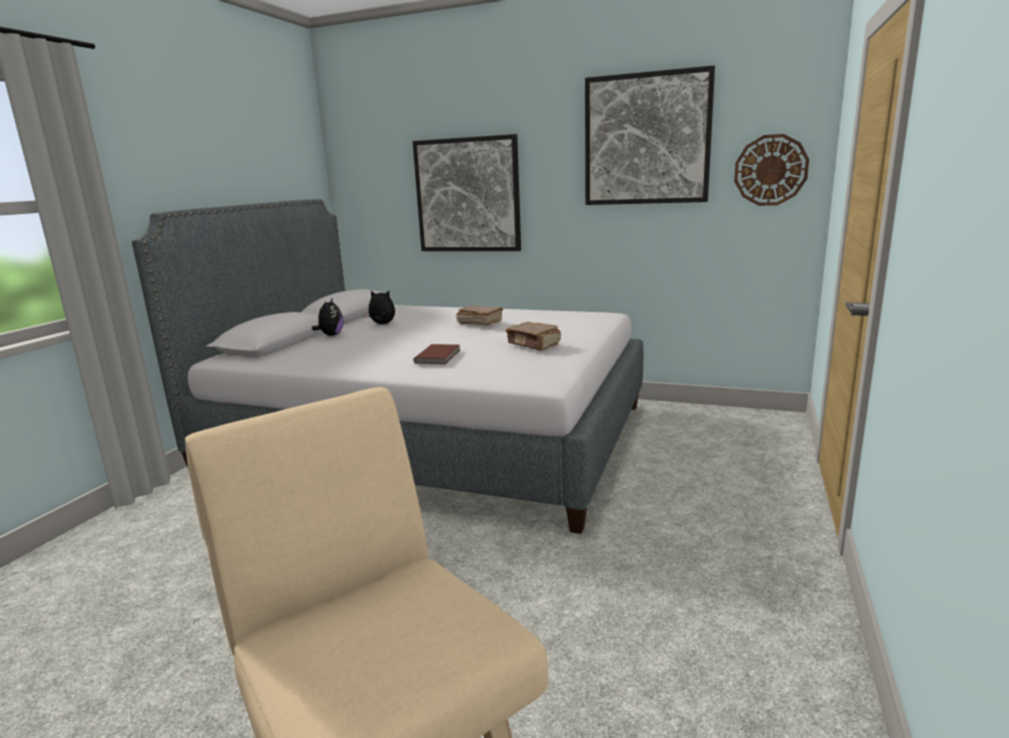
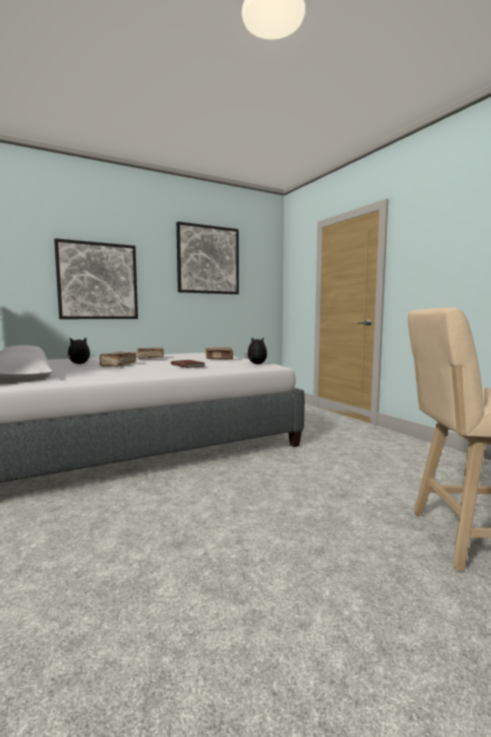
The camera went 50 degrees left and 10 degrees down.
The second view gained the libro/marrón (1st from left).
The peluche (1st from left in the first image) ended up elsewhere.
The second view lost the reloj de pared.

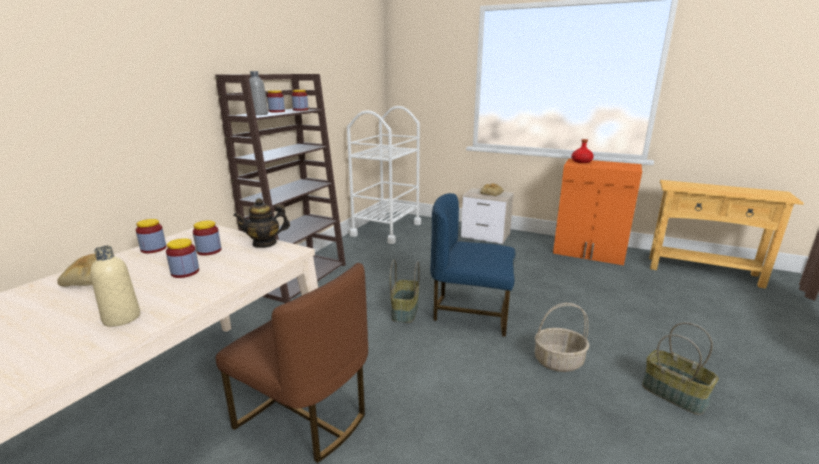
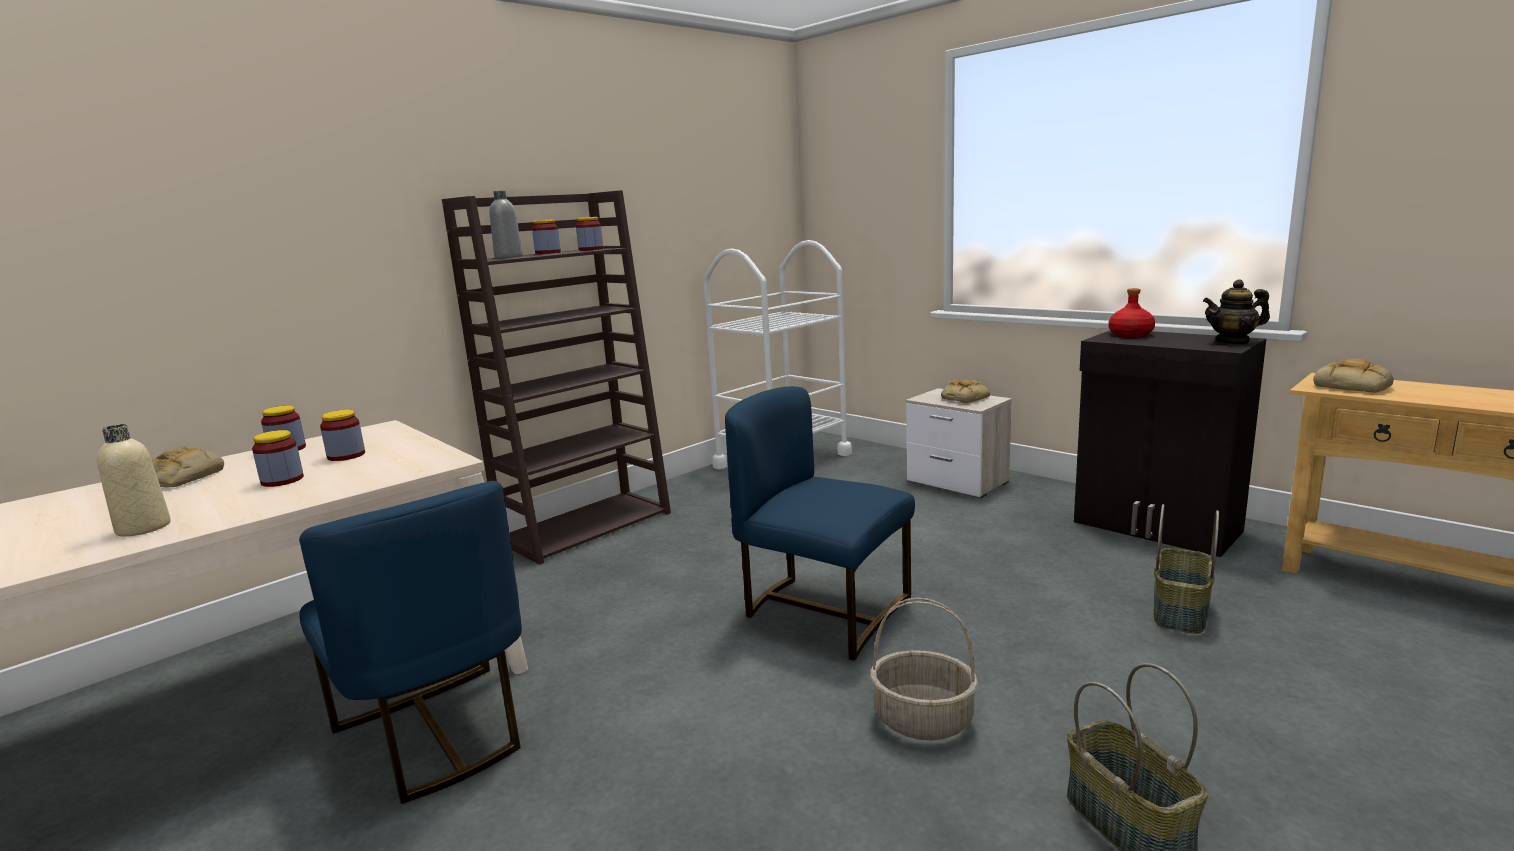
The camera went 20 degrees right and 5 degrees down.
What was the silla/marrón turned into the silla/azul (1st from left).
What was the armario/naranja turned into the armario/negro.
The cesta (1st from left in the first image) ended up elsewhere.
The tetera ended up elsewhere.
The second view gained the pan (3rd from left).

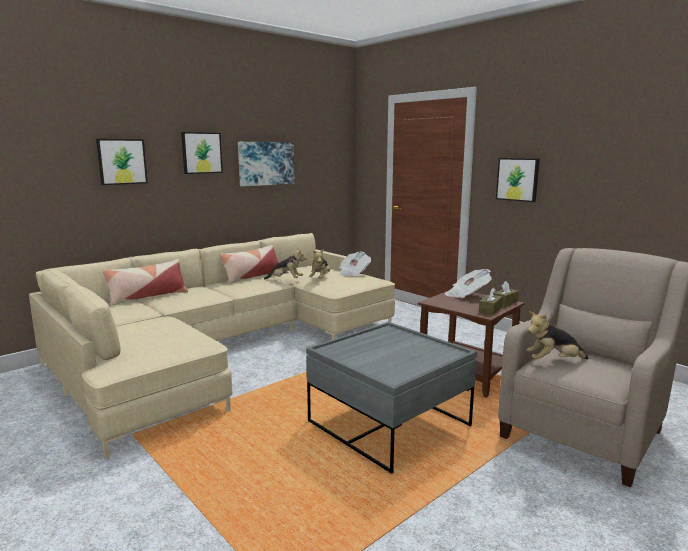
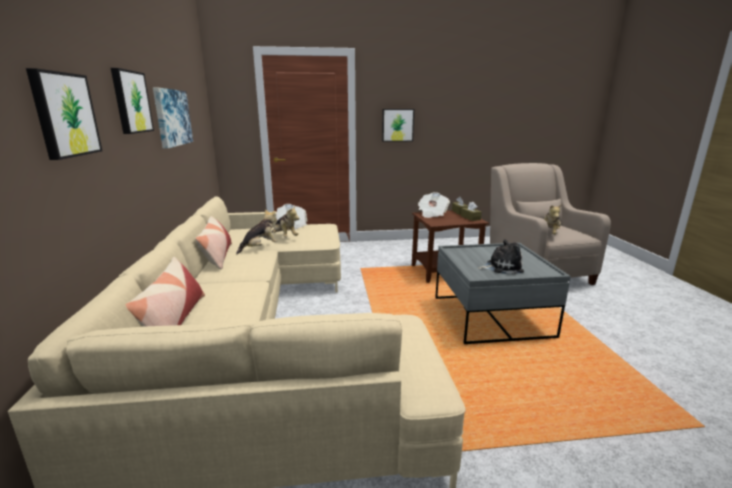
The camera went 55 degrees left and 5 degrees up.
The second view gained the peluche (3rd from left).

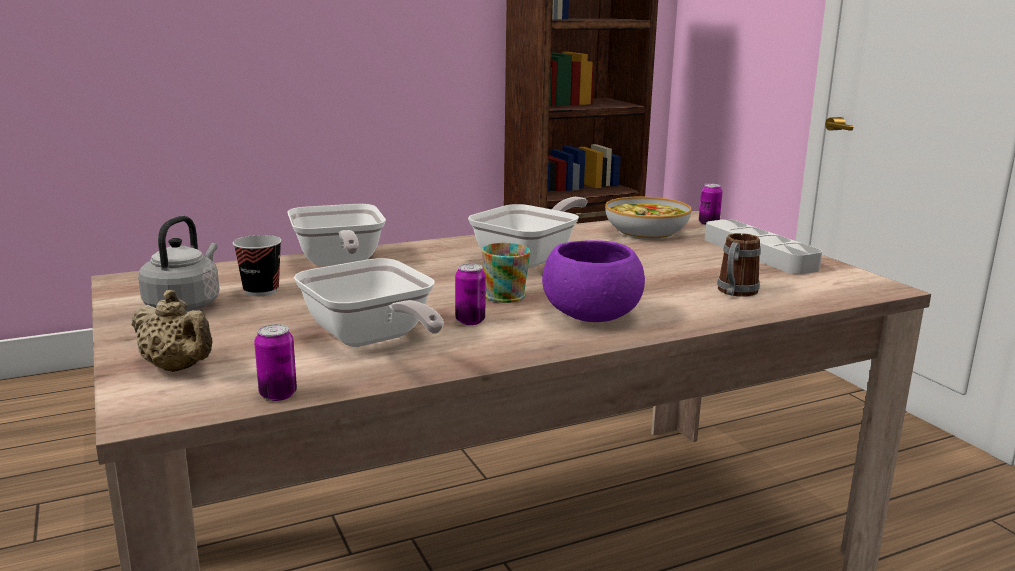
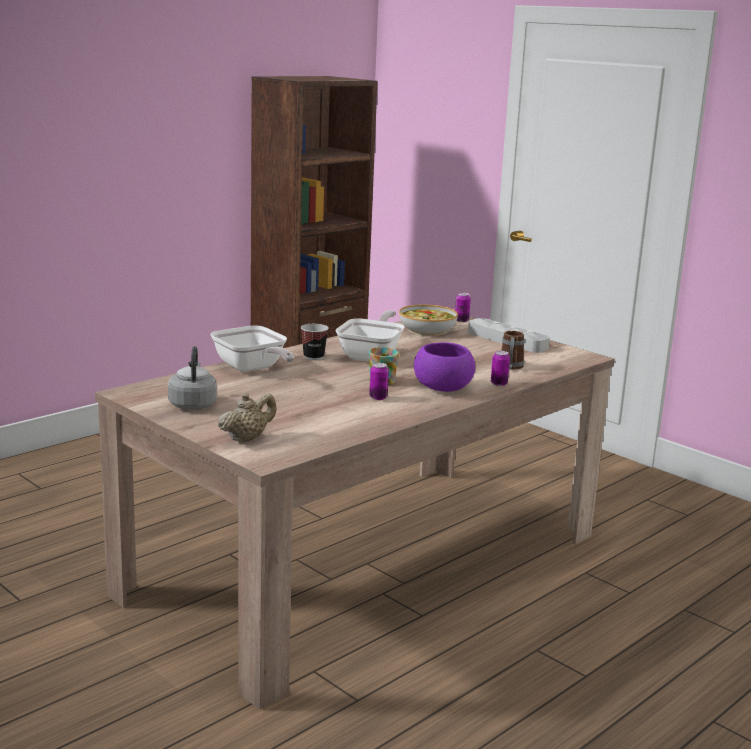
The camera went 20 degrees left and 0 degrees up.
The tetera/beis ended up facing another way, 60 degrees counterclockwise from before.
The taza ended up elsewhere.
The lata (1st from left in the first image) ended up elsewhere.
The second view lost the sartén (2nd from left).

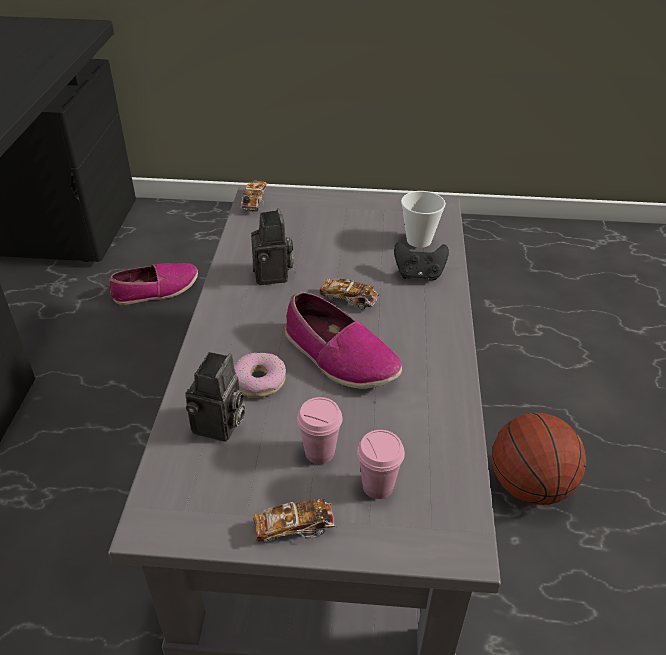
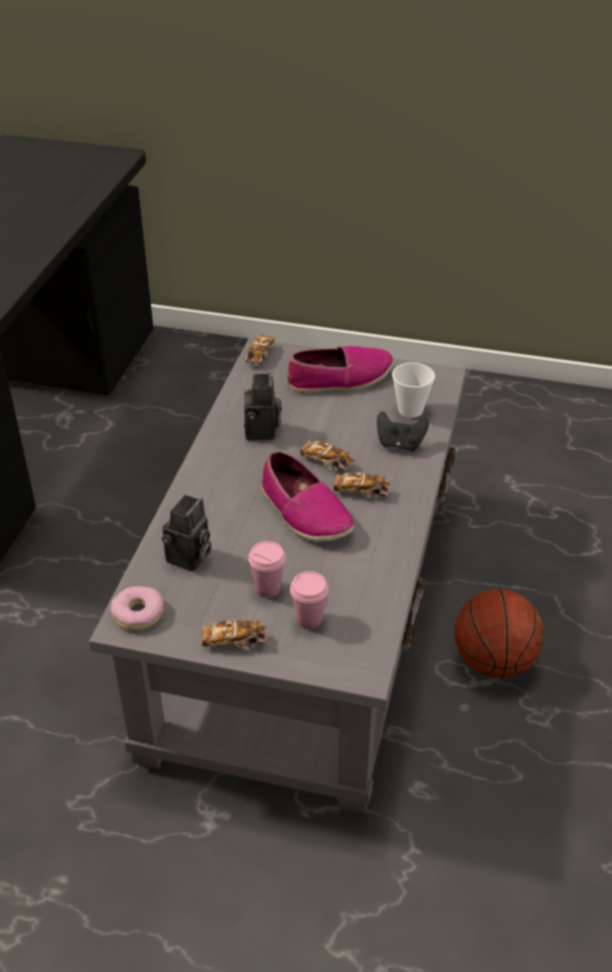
The camera went 10 degrees right and 0 degrees up.
The rosquilla ended up elsewhere.
The zapato (1st from left in the first image) ended up elsewhere.
The second view gained the coche de juguete (4th from left).

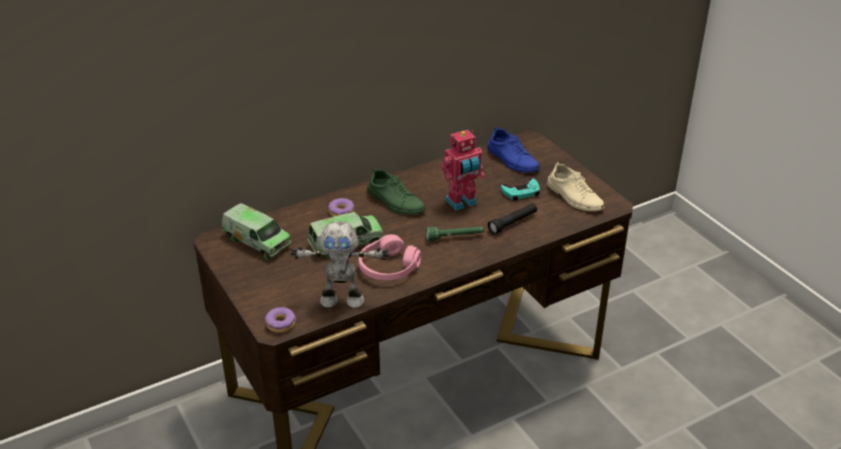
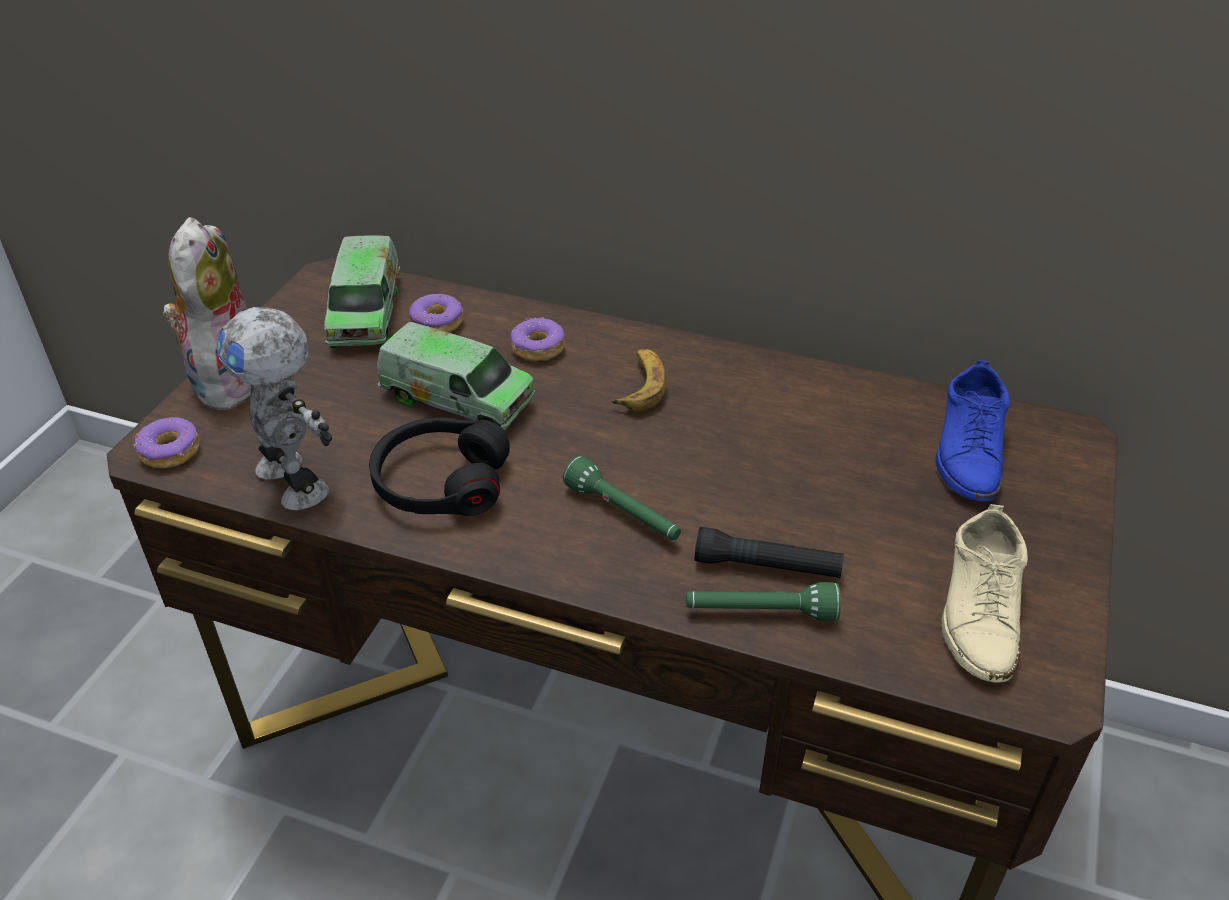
The camera went 50 degrees right and 5 degrees up.
The second view gained the peluche.
What was the auriculares/rosa turned into the auriculares/negro.
The second view gained the rosquilla (2nd from left).
Where the zapato/verde stood, the plátano came to stand.
The second view gained the linterna/verde (2nd from left).
The second view lost the robot de juguete (2nd from left).
The second view lost the mando de consola/turquesa.

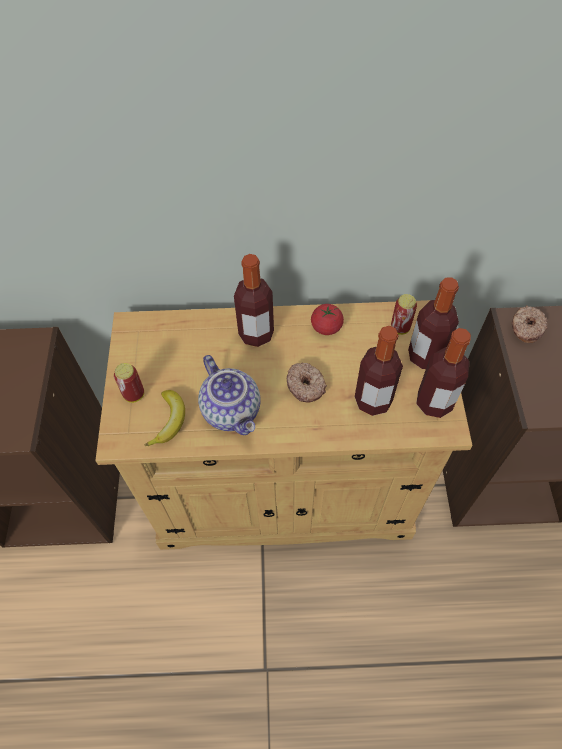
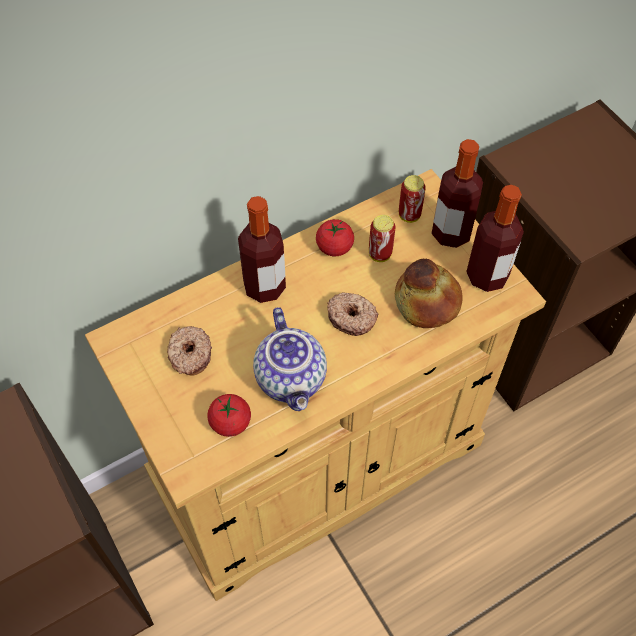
The camera went 30 degrees left and 0 degrees up.
The rosquilla (2nd from left in the first image) ended up elsewhere.
Where the plátano stood, the tomate (1st from left) came to stand.
The tetera ended up facing another way, 45 degrees clockwise from before.
The lata (1st from left) ended up elsewhere.
Where the botella (2nd from left) stood, the pan came to stand.

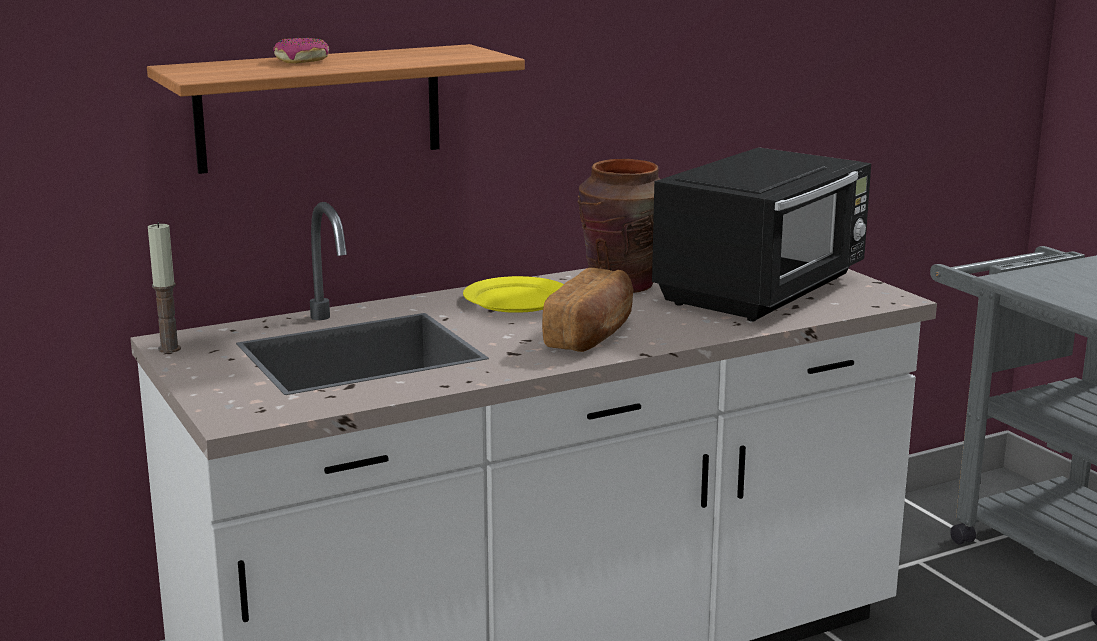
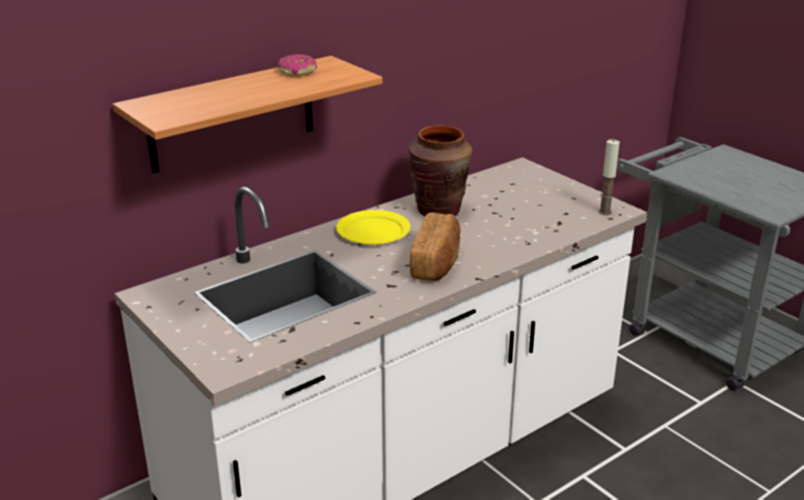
The camera went 10 degrees left and 10 degrees up.
The rosquilla ended up elsewhere.
The vela ended up elsewhere.
The second view lost the microondas/negro.

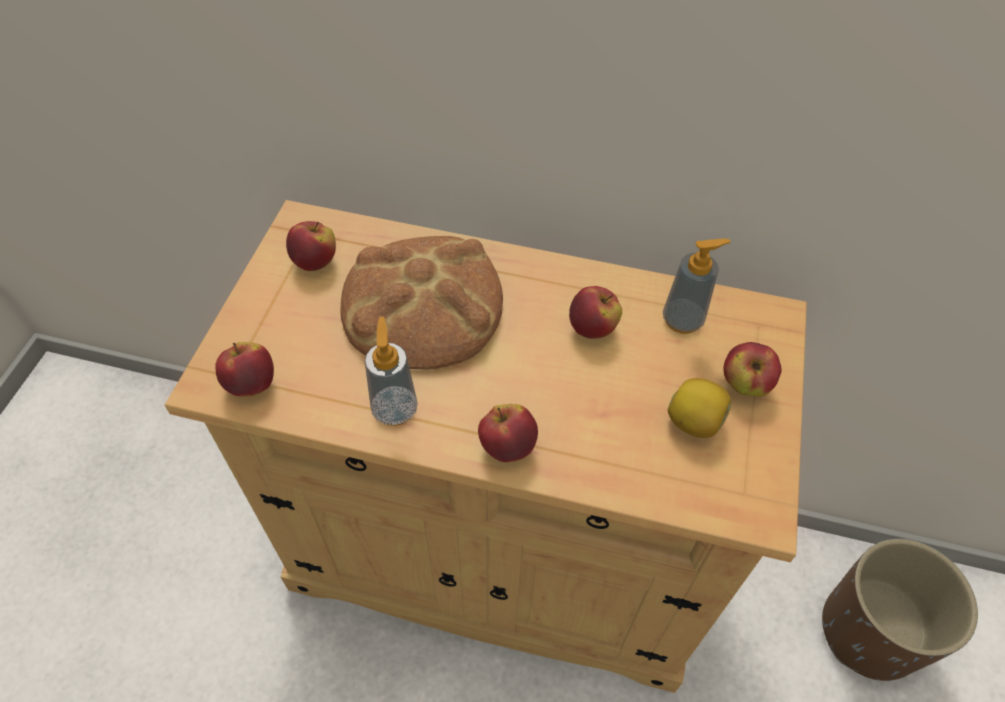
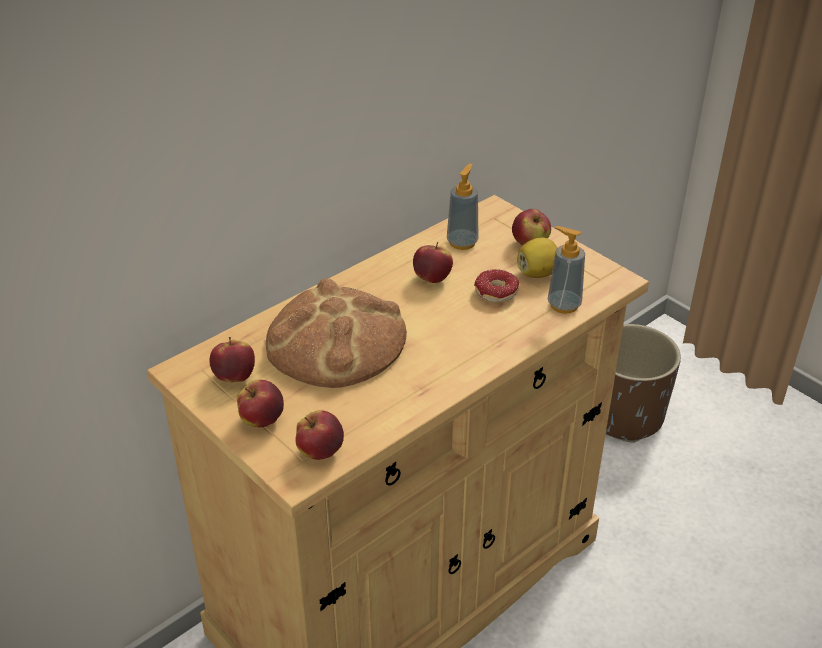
The camera went 55 degrees left and 15 degrees down.
The manzana (3rd from left in the first image) ended up elsewhere.
The second view gained the rosquilla.
The dispensador de jabón (1st from left in the first image) ended up elsewhere.

